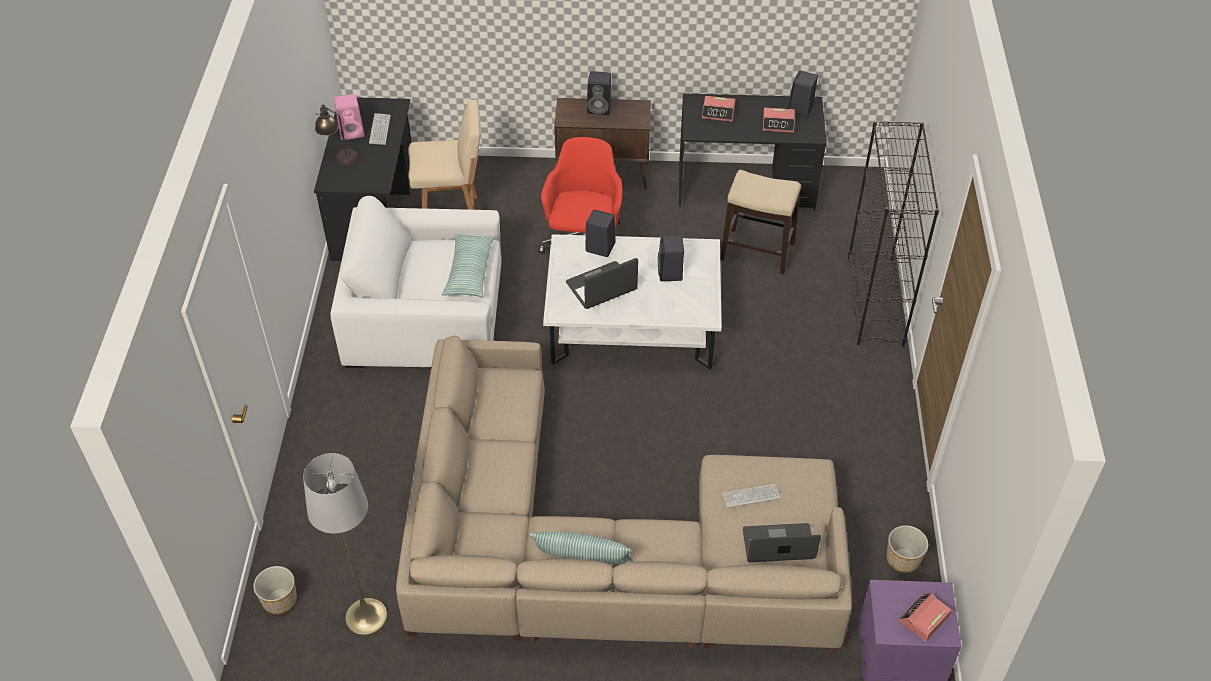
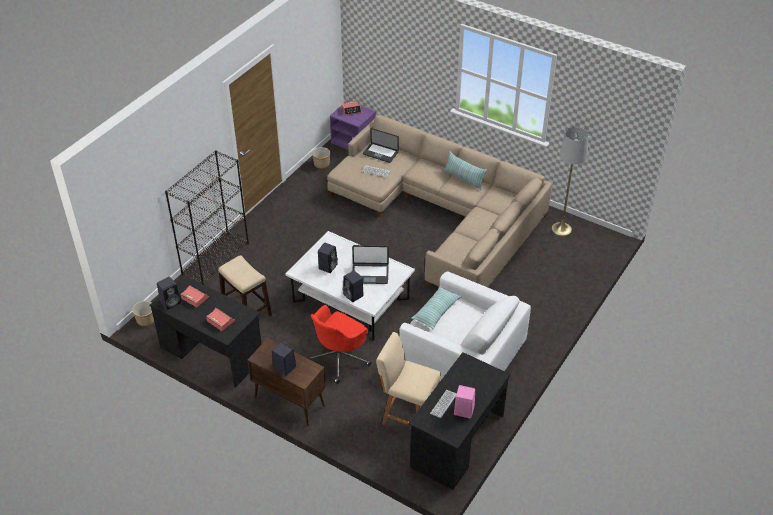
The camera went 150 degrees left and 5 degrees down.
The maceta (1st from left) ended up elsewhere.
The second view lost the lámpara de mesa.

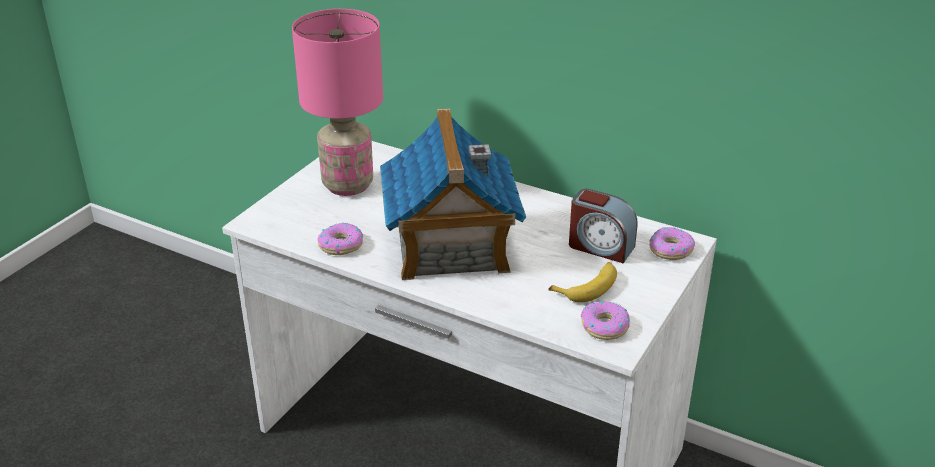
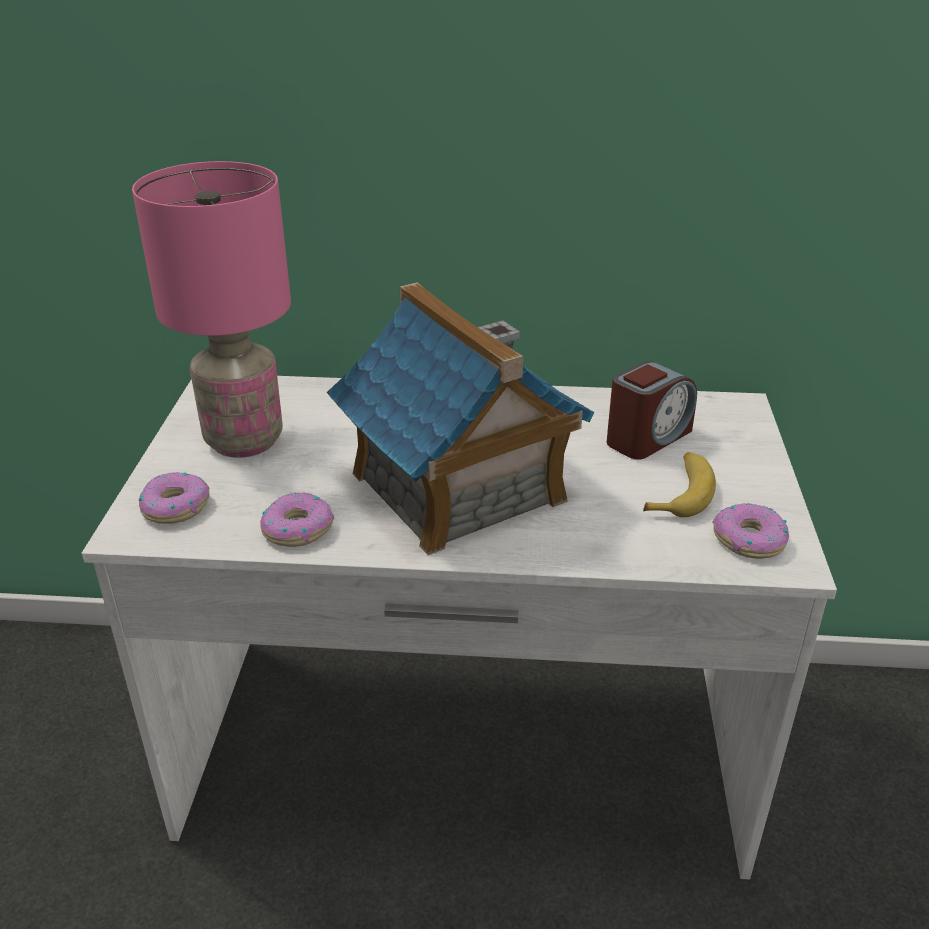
The camera went 25 degrees left and 0 degrees up.
The rosquilla (3rd from left in the first image) ended up elsewhere.
The despertador ended up facing another way, 45 degrees counterclockwise from before.

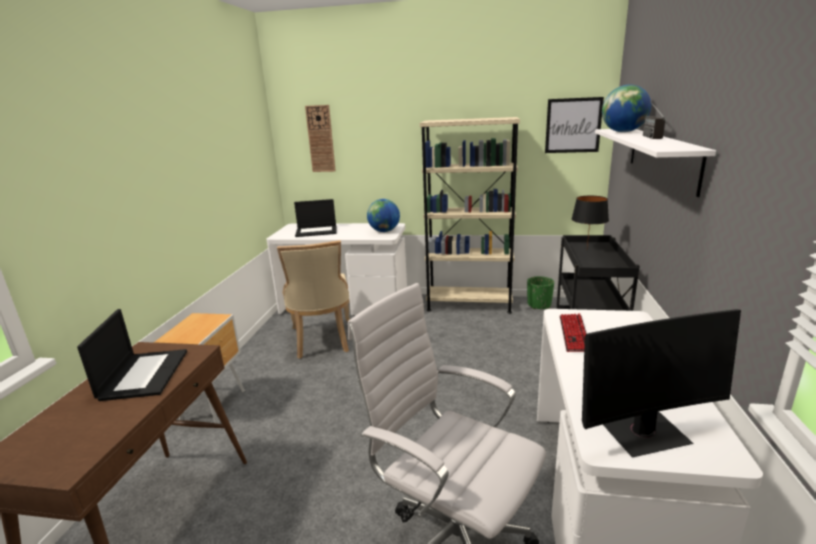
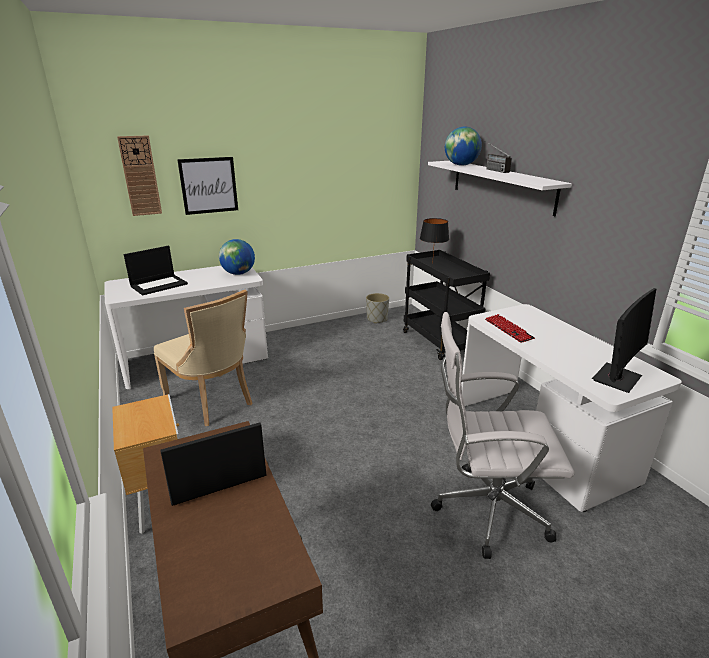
The camera went 35 degrees left and 5 degrees up.
The portátil (1st from left in the first image) ended up facing another way, 75 degrees counterclockwise from before.
The cuadro ended up elsewhere.
What was the maceta/verde turned into the maceta/gris.
The second view lost the estantería/beis.

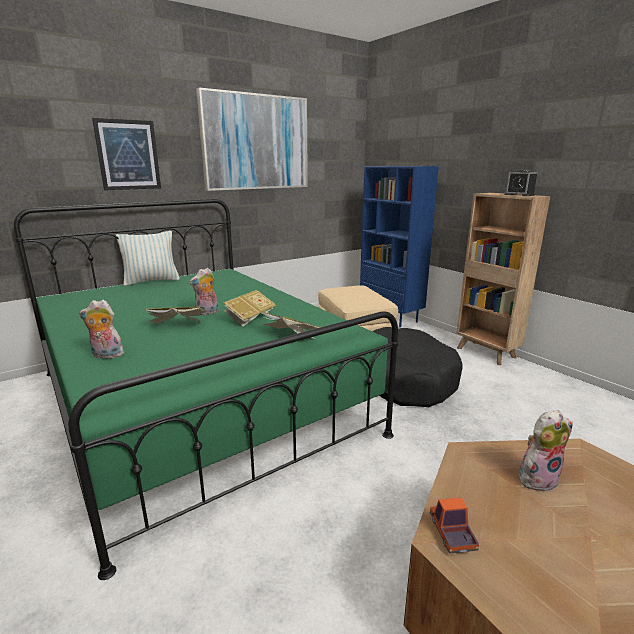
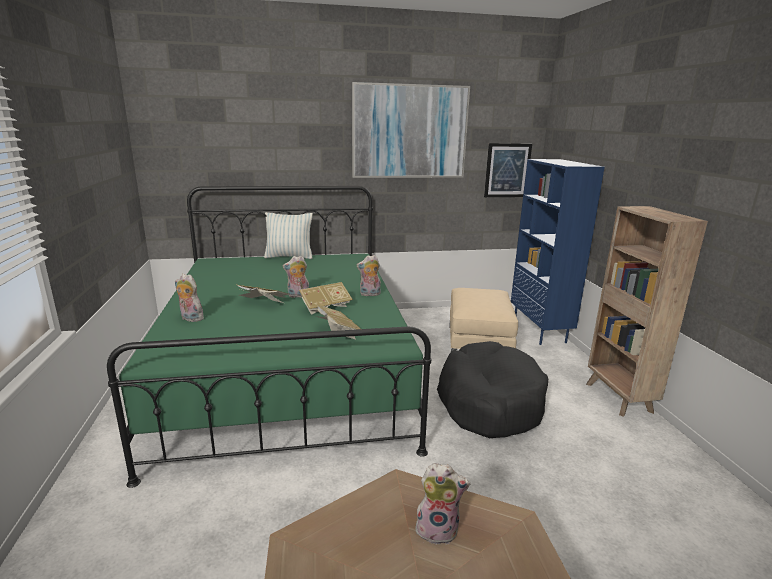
The camera went 25 degrees right and 0 degrees up.
The second view gained the peluche (3rd from left).
The cuadro (1st from left in the first image) ended up elsewhere.
The second view lost the camión de juguete.
The second view lost the despertador.

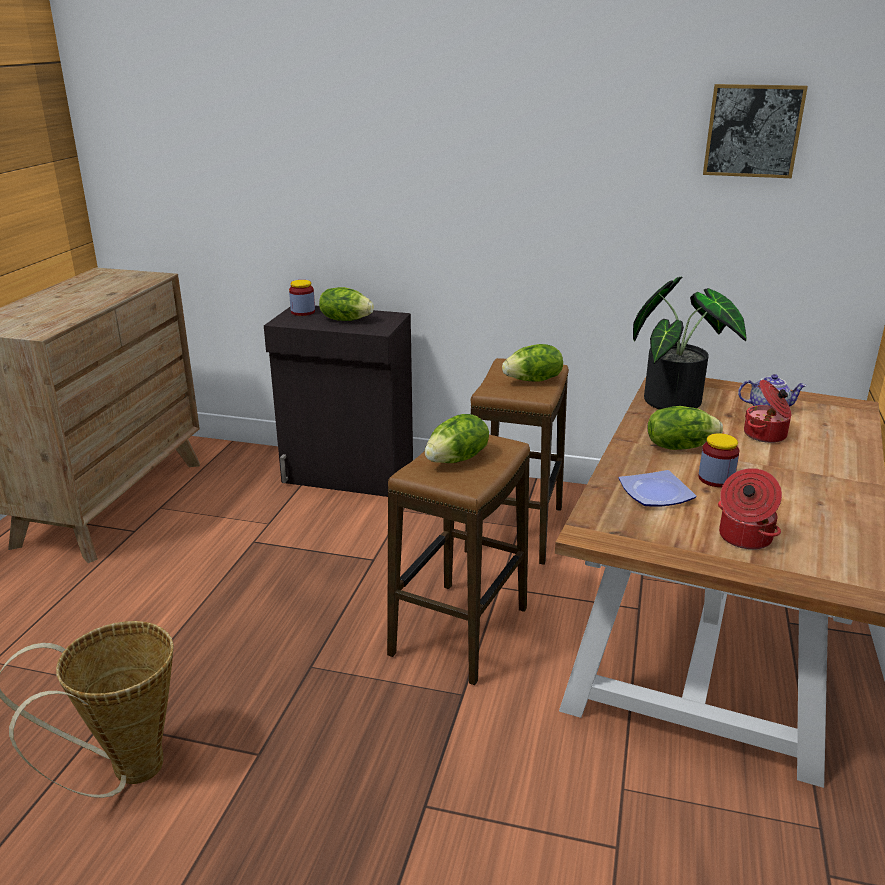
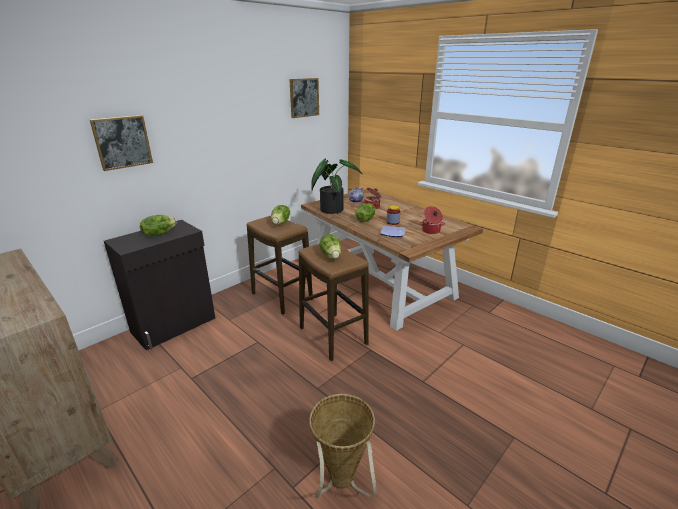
The camera went 60 degrees left and 0 degrees up.
The second view gained the cuadro (1st from left).
The second view lost the tarro (1st from left).

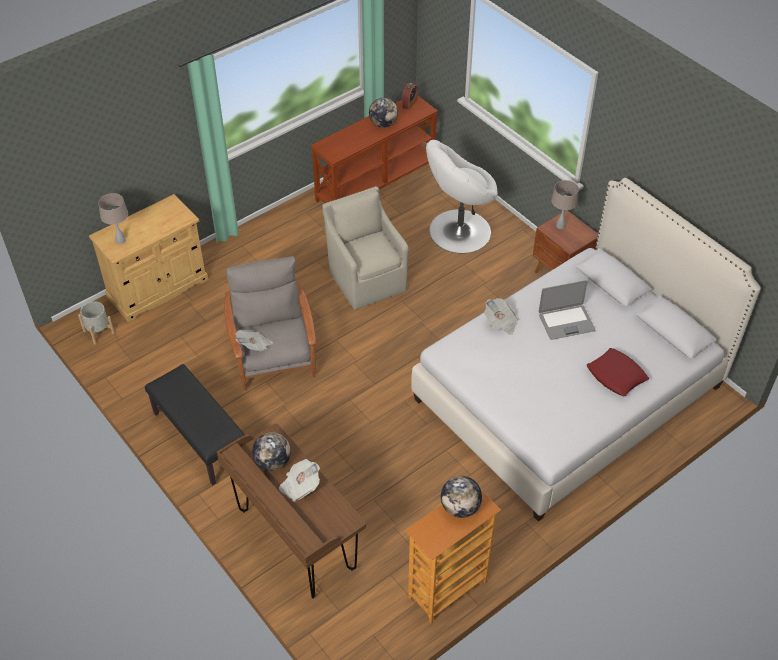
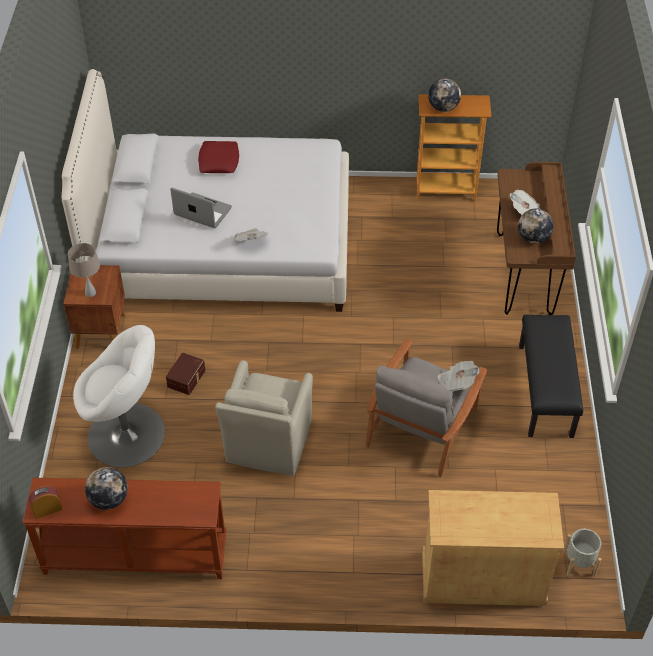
The camera went 140 degrees left and 0 degrees up.
The second view gained the caja de almacenaje/marrón.
The second view lost the lámpara de mesa/beis (1st from left).

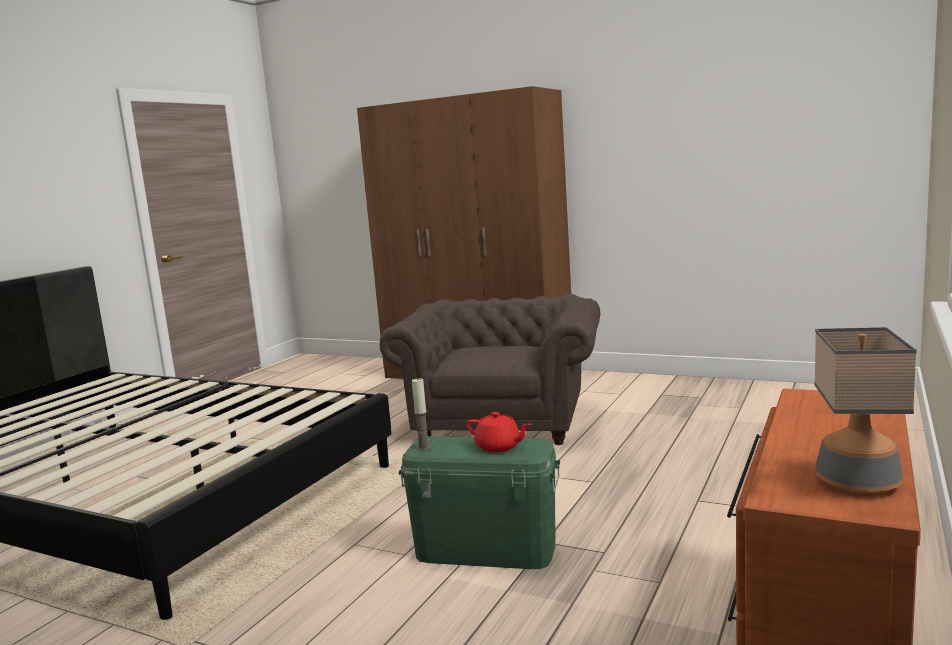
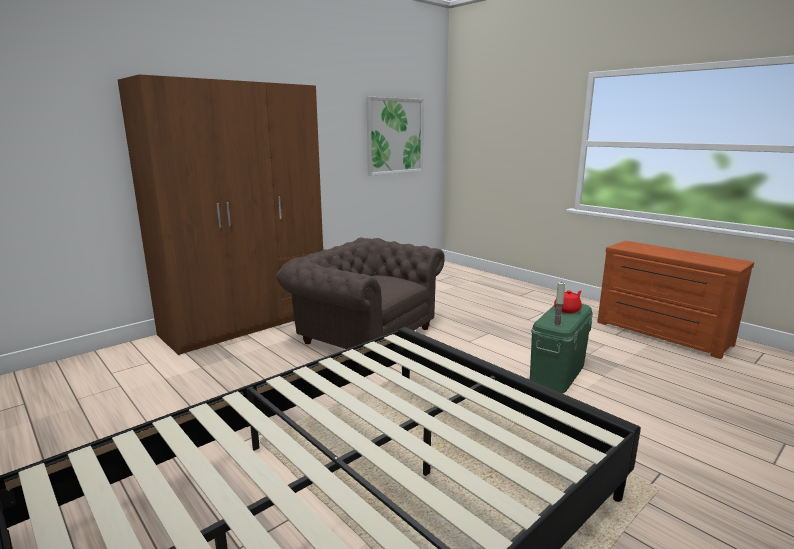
The camera went 70 degrees left and 5 degrees up.
The second view gained the cuadro.
The second view lost the lámpara de mesa.

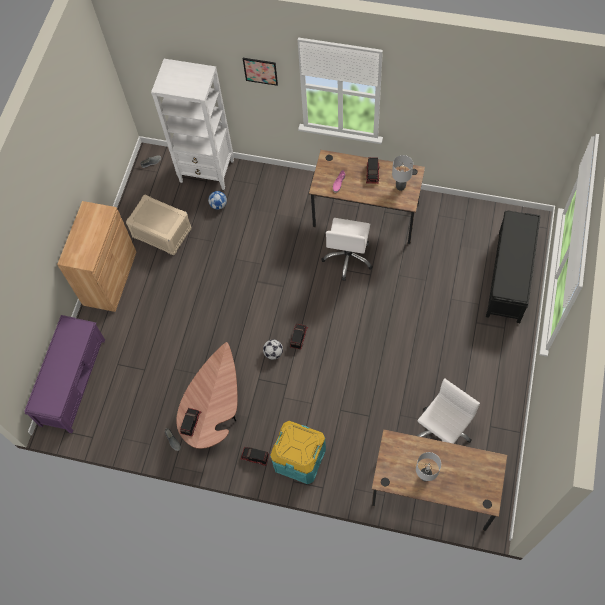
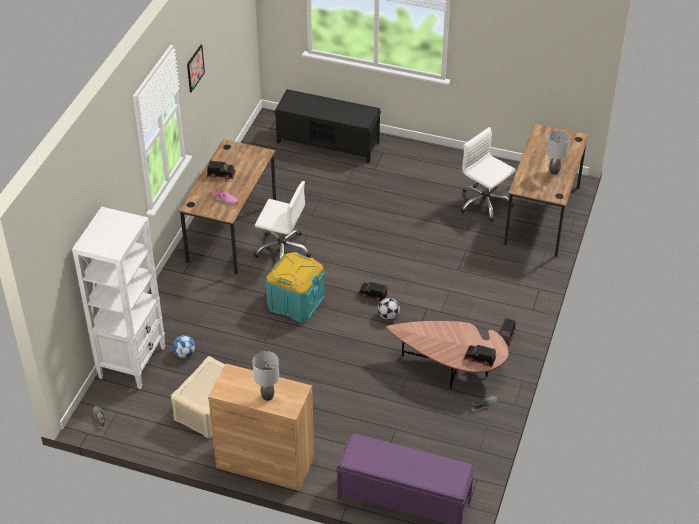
The camera went 90 degrees left and 20 degrees down.
The cuadro ended up elsewhere.
The lámpara de mesa/gris (1st from left) ended up elsewhere.
The caja de almacenaje/turquesa ended up elsewhere.

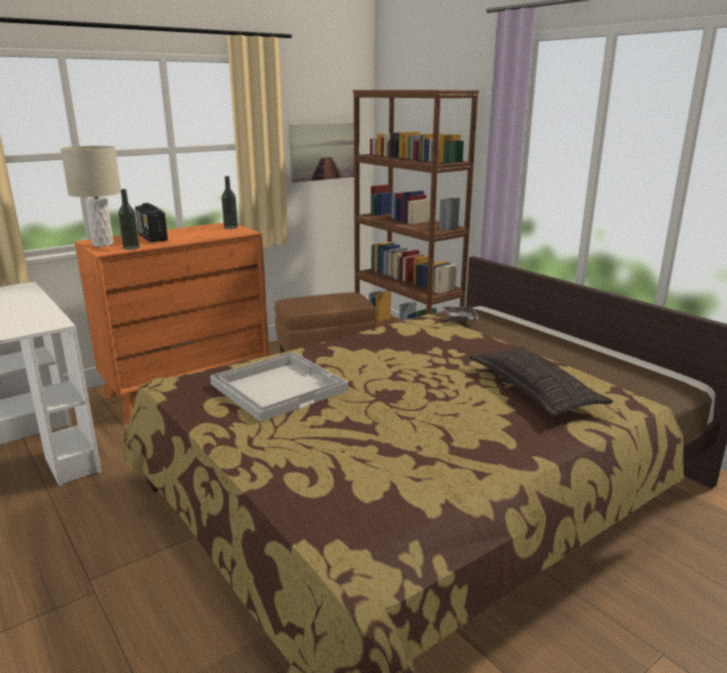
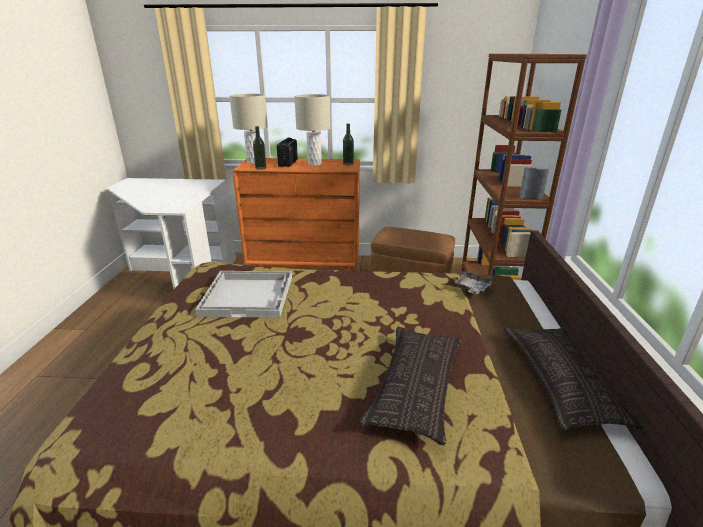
The camera went 40 degrees right and 5 degrees up.
The second view gained the lámpara de mesa/beis (2nd from left).
The second view gained the cojín (2nd from left).
The second view lost the cuadro.

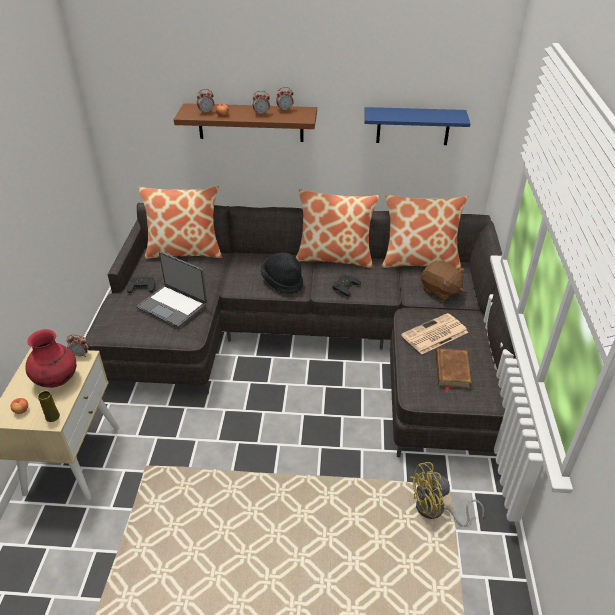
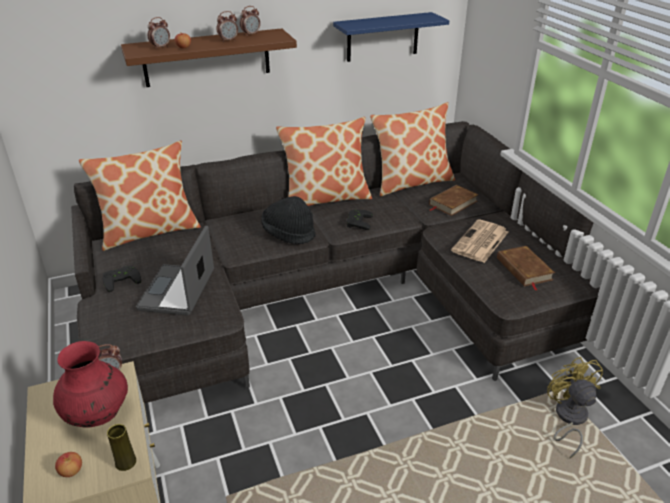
The camera went 25 degrees left and 5 degrees down.
The portátil ended up facing another way, 90 degrees clockwise from before.
Where the peluche/marrón stood, the libro/marrón (1st from left) came to stand.
The ventilador/amarillo ended up facing another way, 120 degrees clockwise from before.

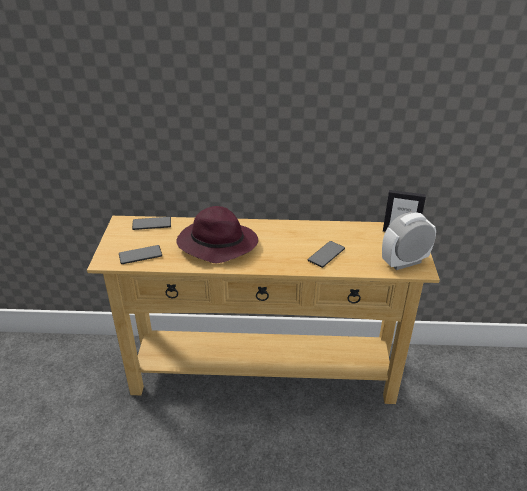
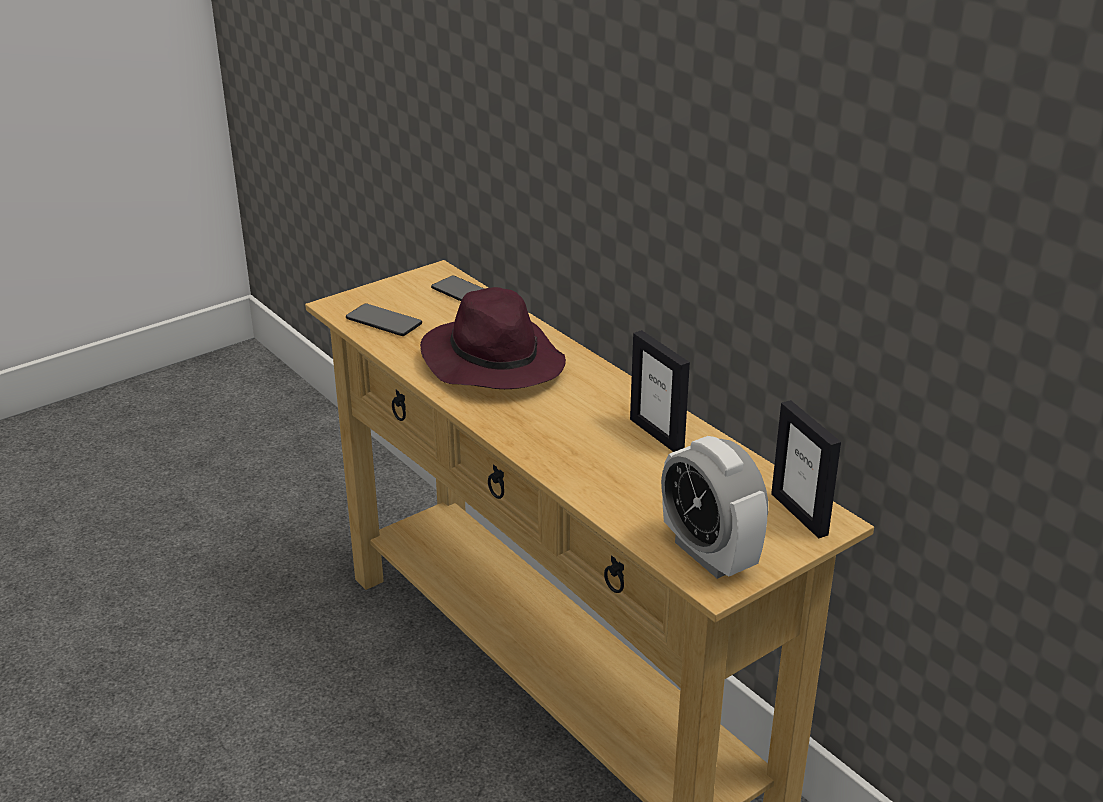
The camera went 50 degrees right and 5 degrees down.
The second view gained the portarretratos (1st from left).
The despertador ended up facing another way, 150 degrees counterclockwise from before.
The second view lost the móvil (3rd from left).

